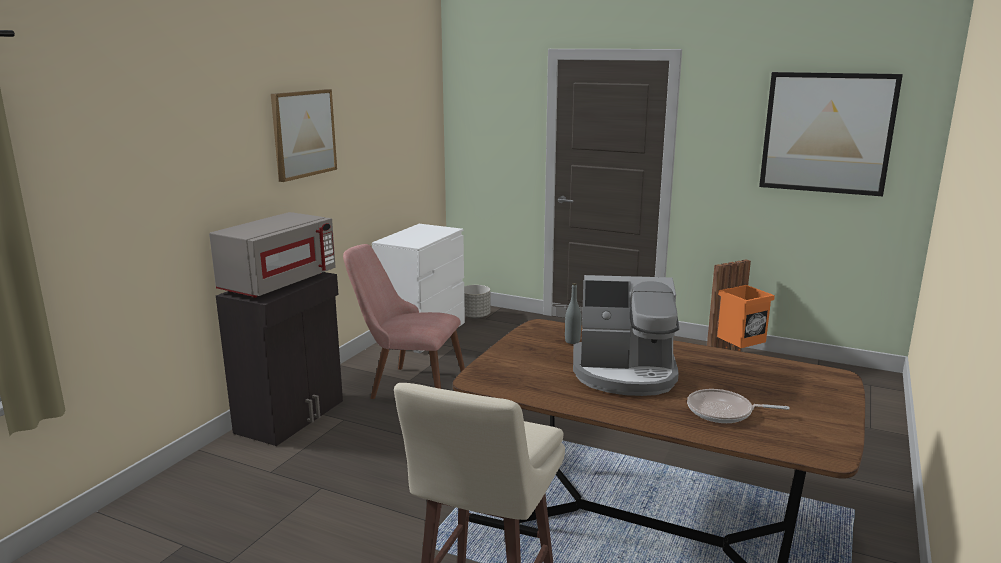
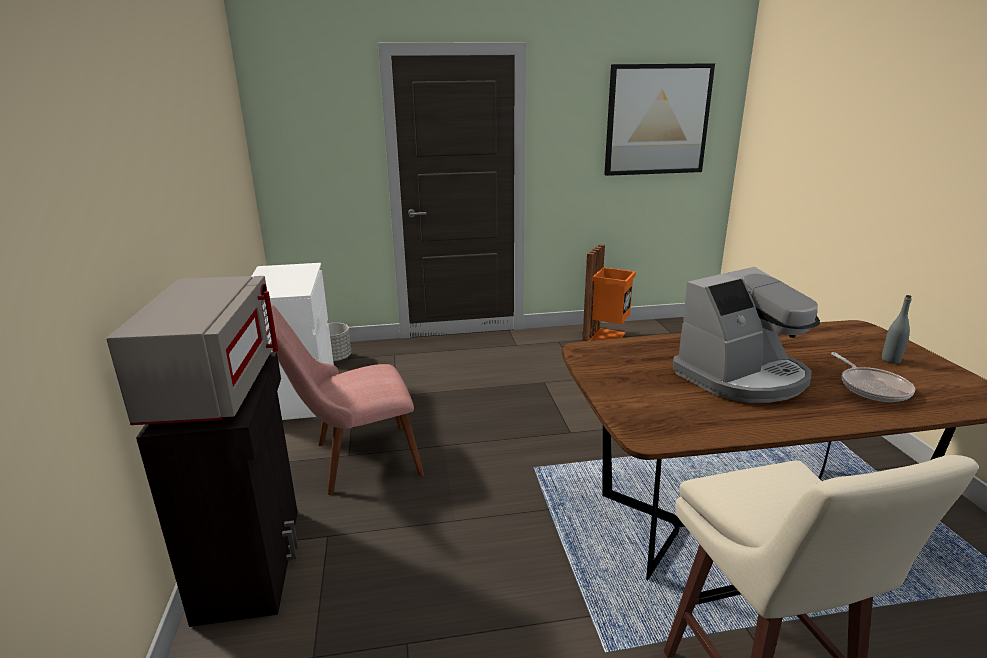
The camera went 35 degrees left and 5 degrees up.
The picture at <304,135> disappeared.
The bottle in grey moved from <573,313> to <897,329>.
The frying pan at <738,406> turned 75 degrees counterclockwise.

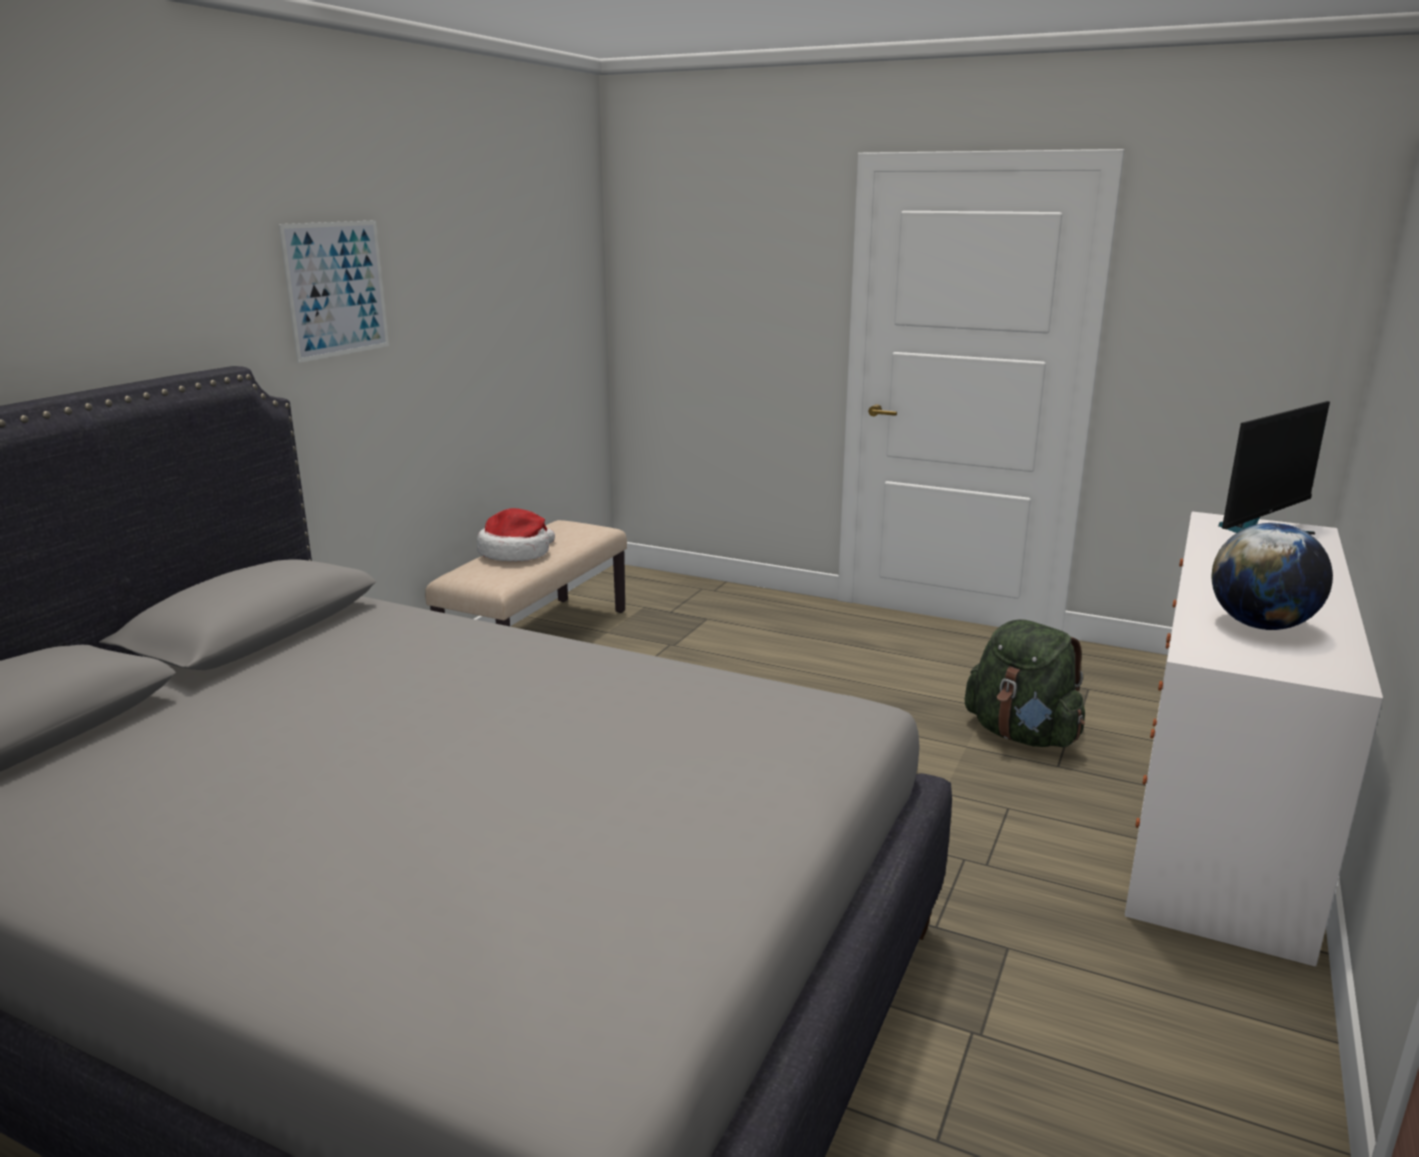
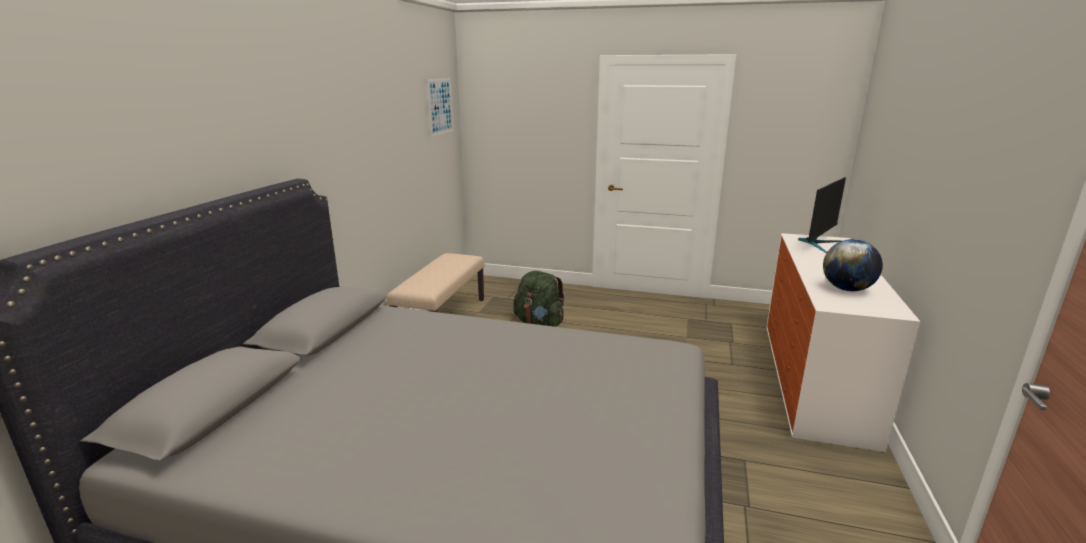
The camera went 10 degrees left and 0 degrees up.
The picture moved from <333,291> to <440,107>.
The hat at <516,534> disappeared.
The backpack in green moved from <1025,683> to <539,299>.

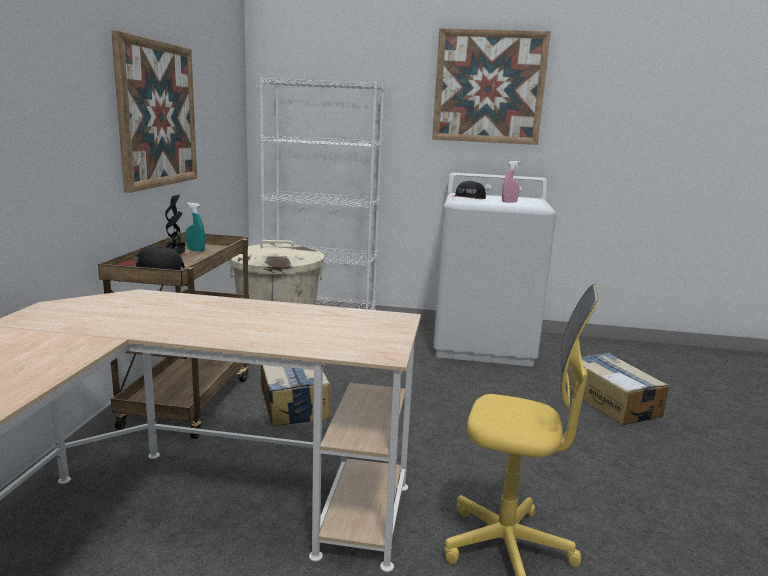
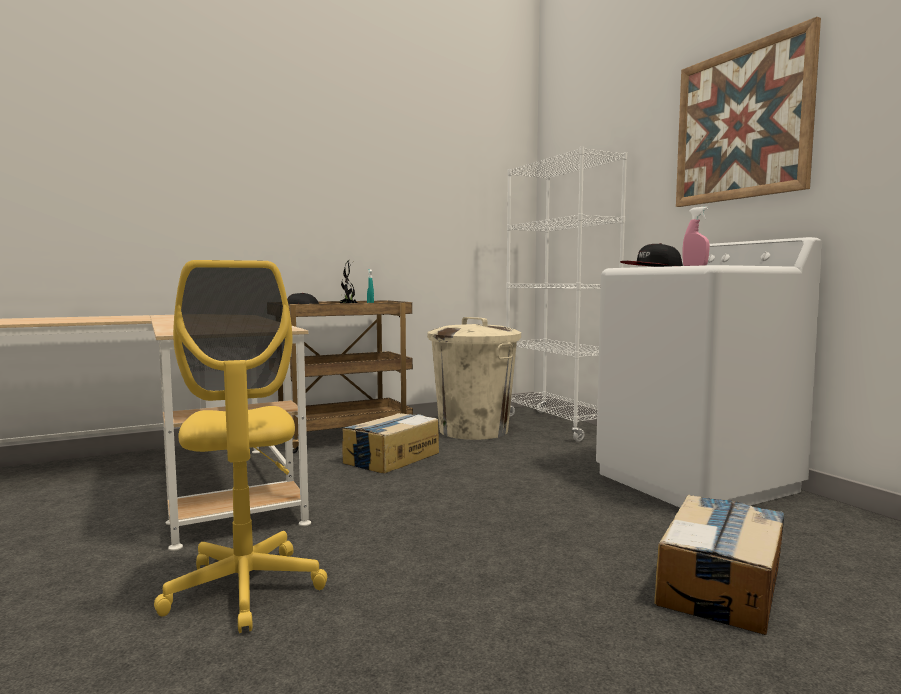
The camera went 55 degrees right and 10 degrees down.
The picture at <154,111> disappeared.

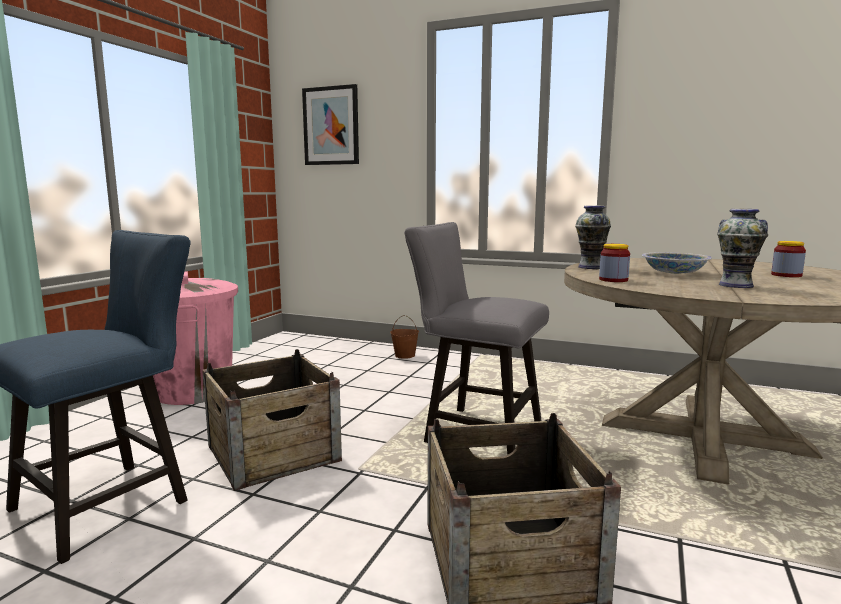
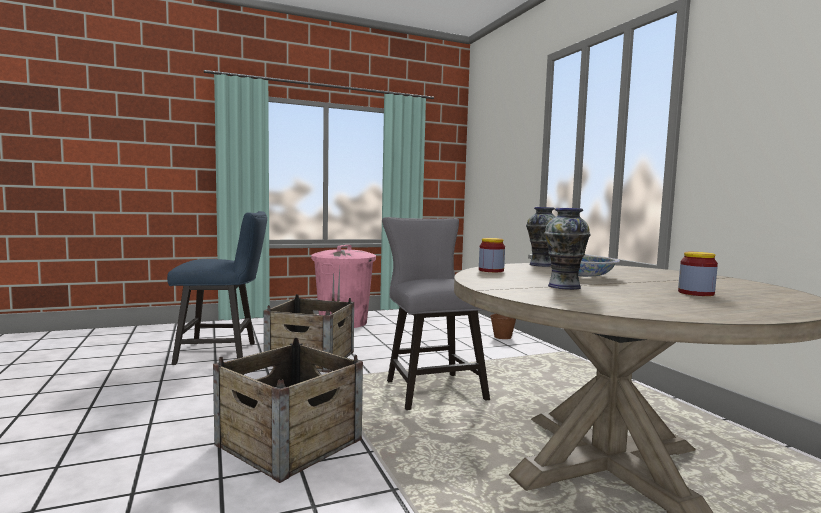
The camera went 45 degrees right and 5 degrees down.
The picture at <330,124> disappeared.

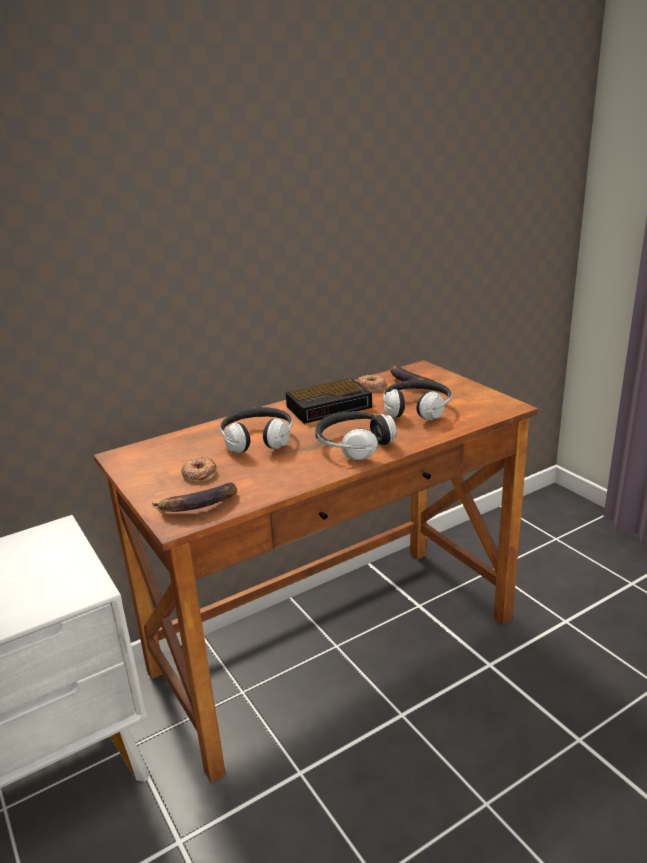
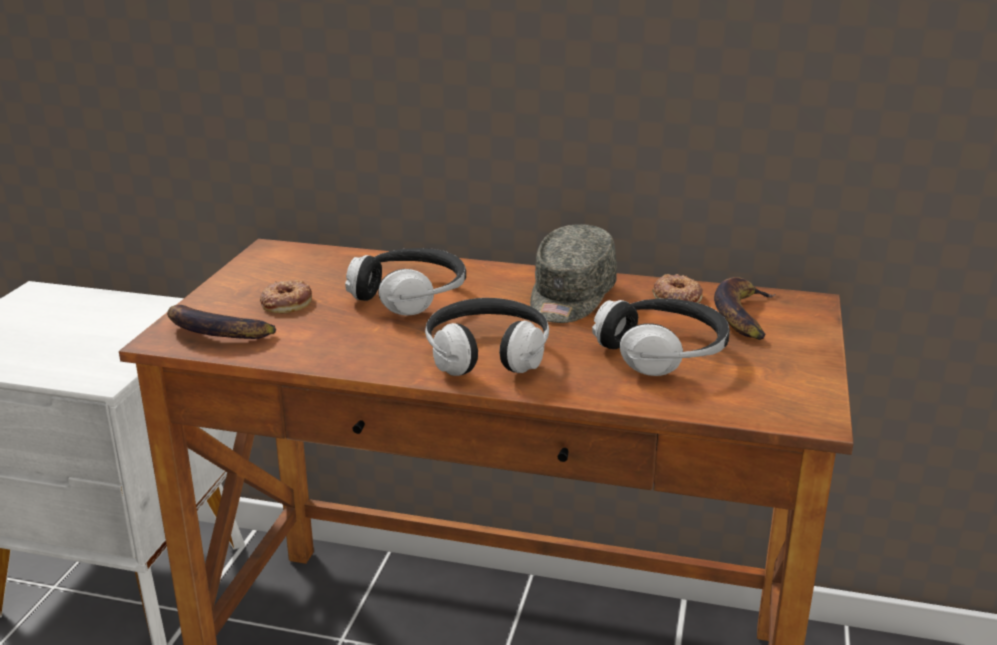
The camera went 45 degrees right and 0 degrees up.
The alarm clock at <329,401> was replaced by the cap in grey at <573,273>.

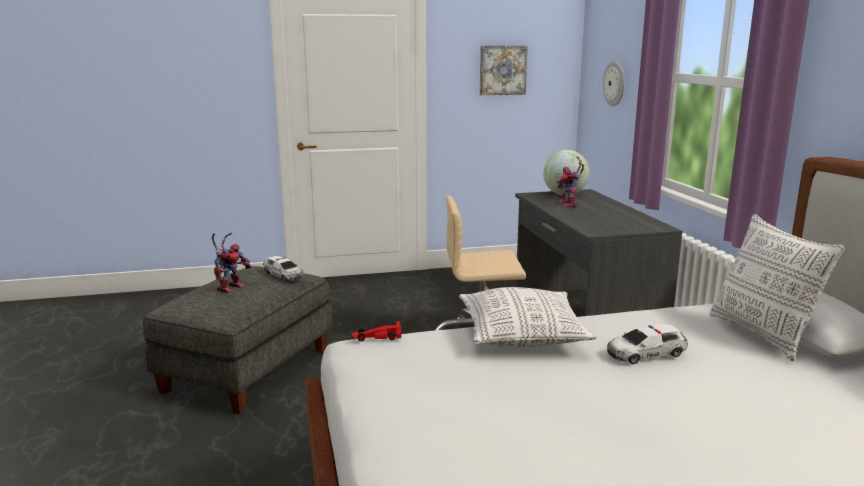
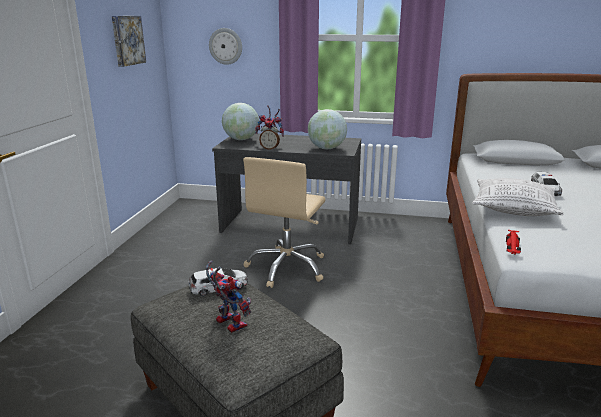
The camera went 65 degrees left and 5 degrees up.
The pillow at <777,287> disappeared.
The globe at <327,129> appeared.
The alarm clock at <269,136> appeared.

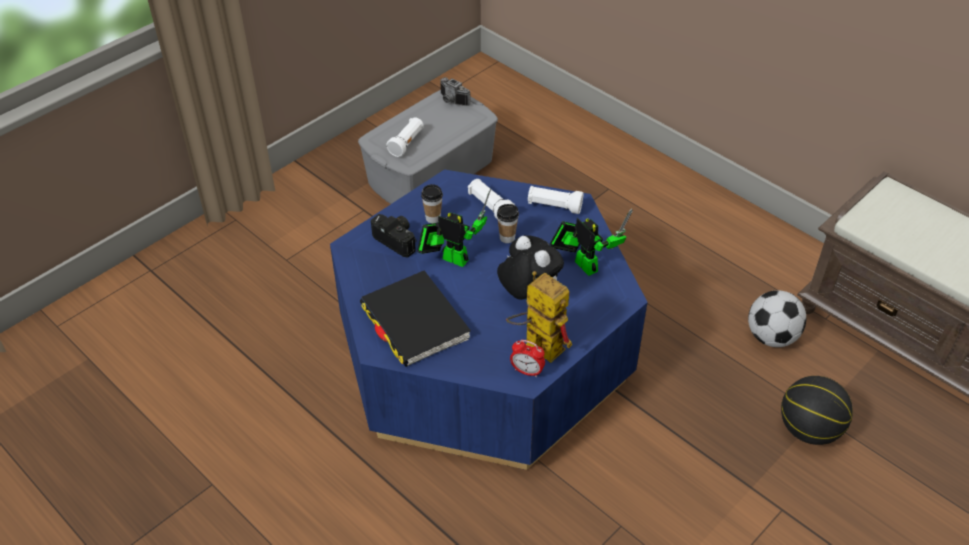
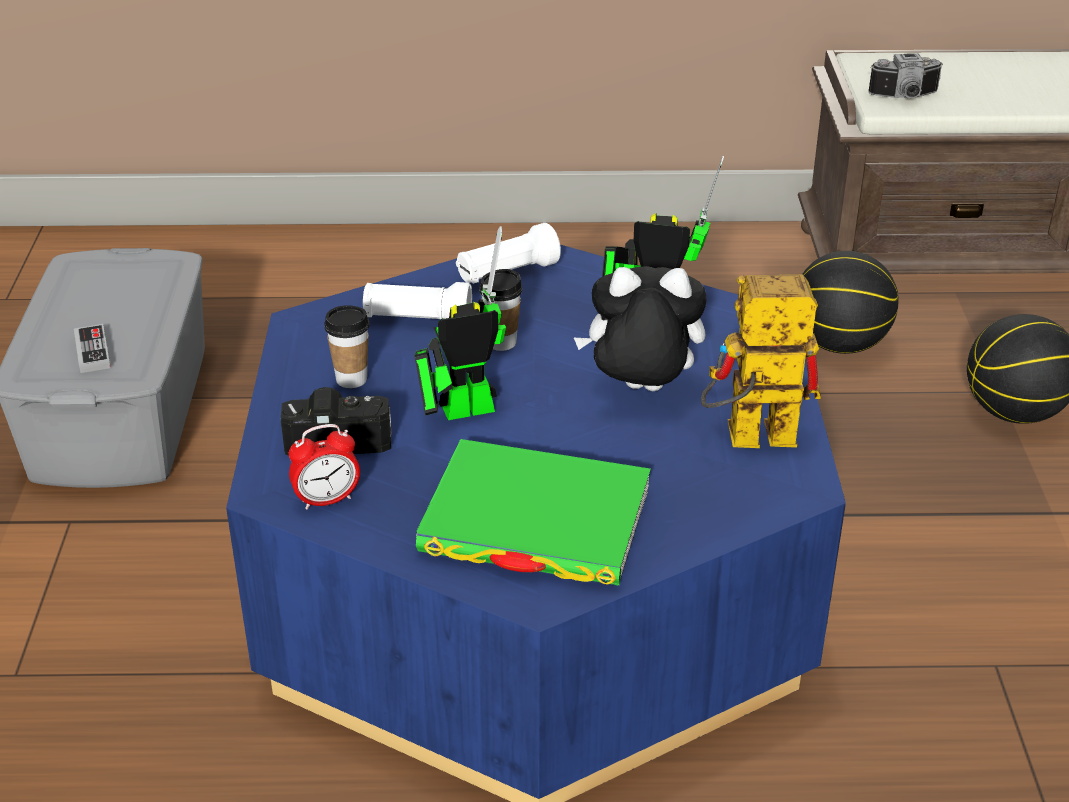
The camera went 45 degrees left and 10 degrees down.
The photo camera moved from <455,91> to <905,75>.
The flashlight in white at <405,137> was replaced by the game controller at <92,348>.
The book in black at <415,318> became the book in green at <533,512>.
The football at <777,318> was replaced by the basketball at <850,302>.
The alarm clock moved from <527,358> to <324,467>.

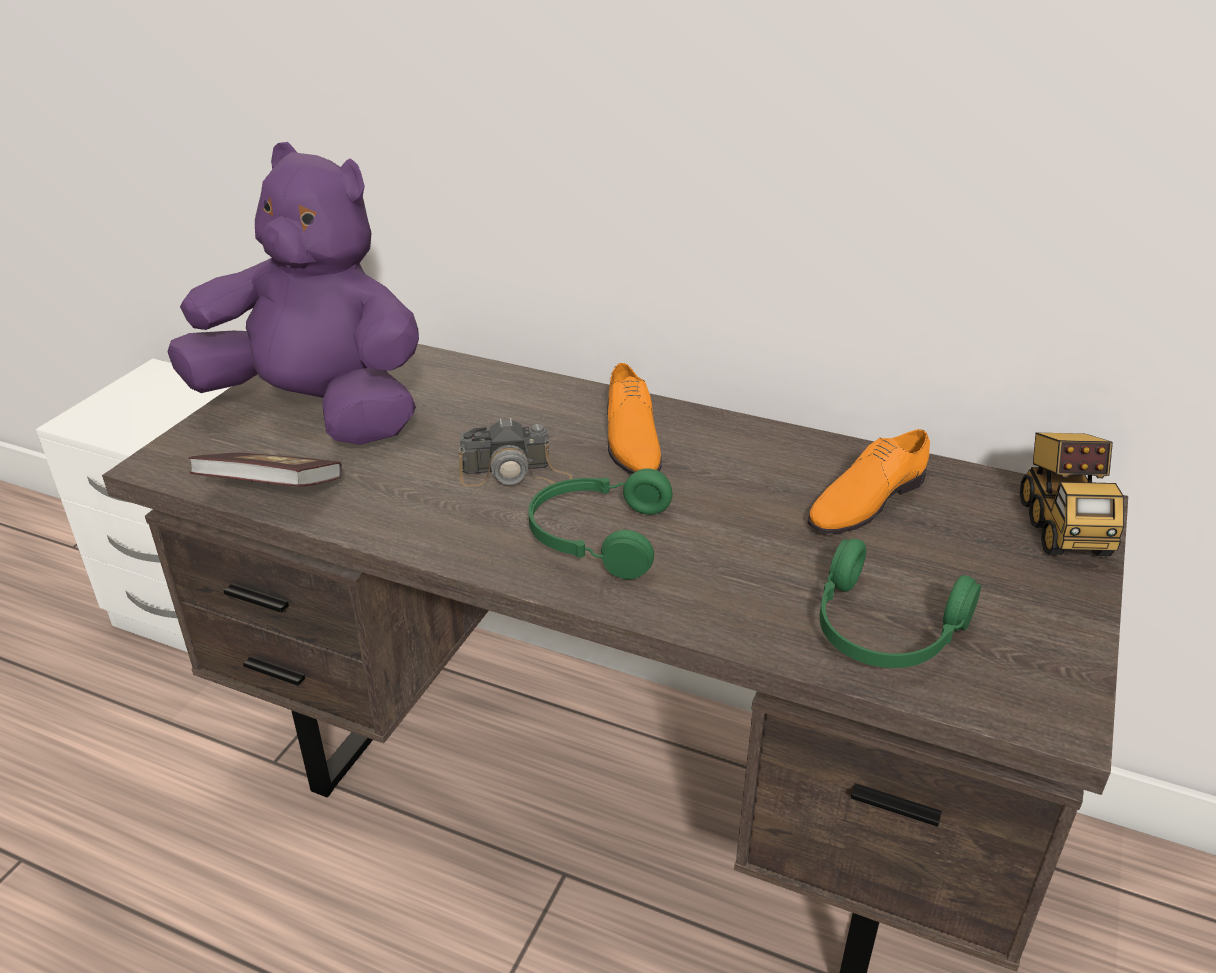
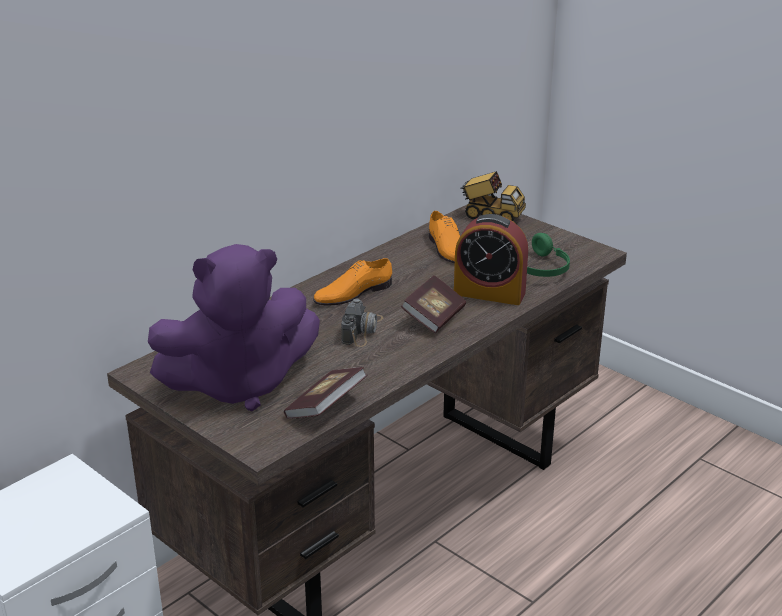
The camera went 70 degrees left and 5 degrees down.
The plush toy in purple at <293,293> turned 150 degrees counterclockwise.
The shoe in orange at <635,418> turned 135 degrees clockwise.
The headphones in green at <600,523> was replaced by the book at <433,304>.
The alarm clock at <491,259> appeared.

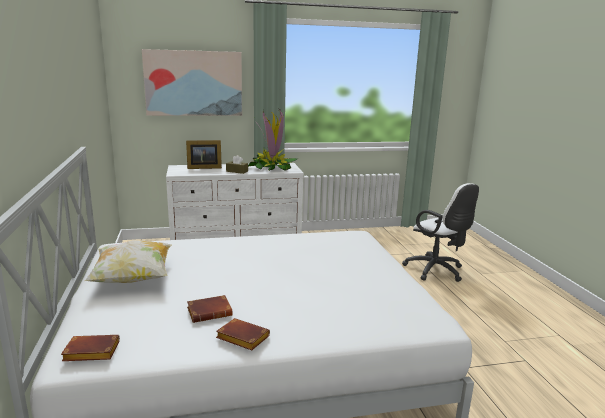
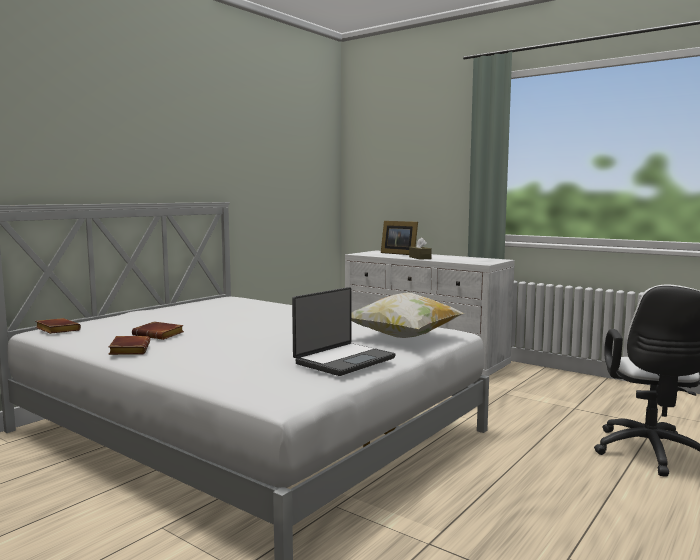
The camera went 50 degrees right and 10 degrees down.
The picture at <192,82> disappeared.
The potted plant at <273,139> disappeared.
The pillow moved from <128,261> to <407,315>.
The laptop at <343,331> appeared.

